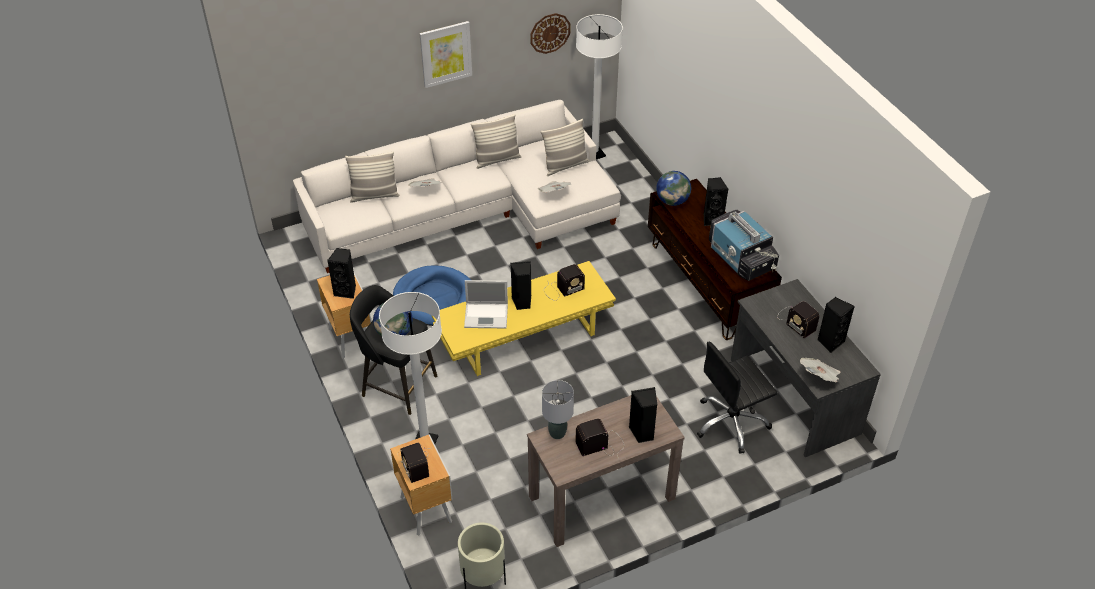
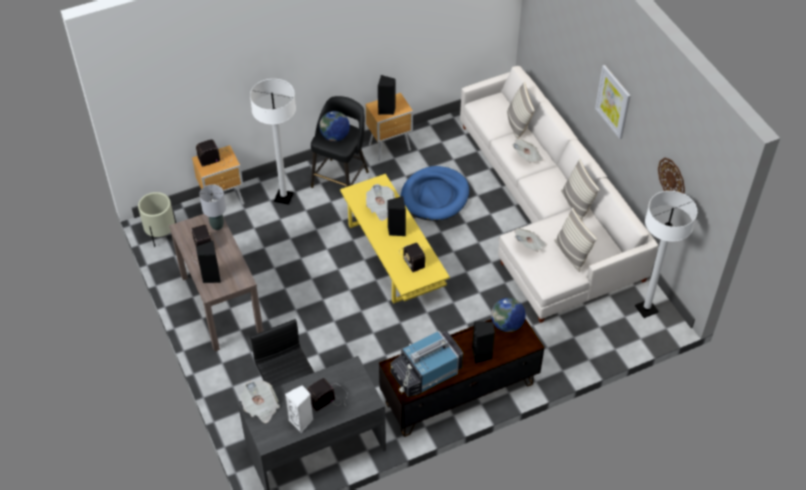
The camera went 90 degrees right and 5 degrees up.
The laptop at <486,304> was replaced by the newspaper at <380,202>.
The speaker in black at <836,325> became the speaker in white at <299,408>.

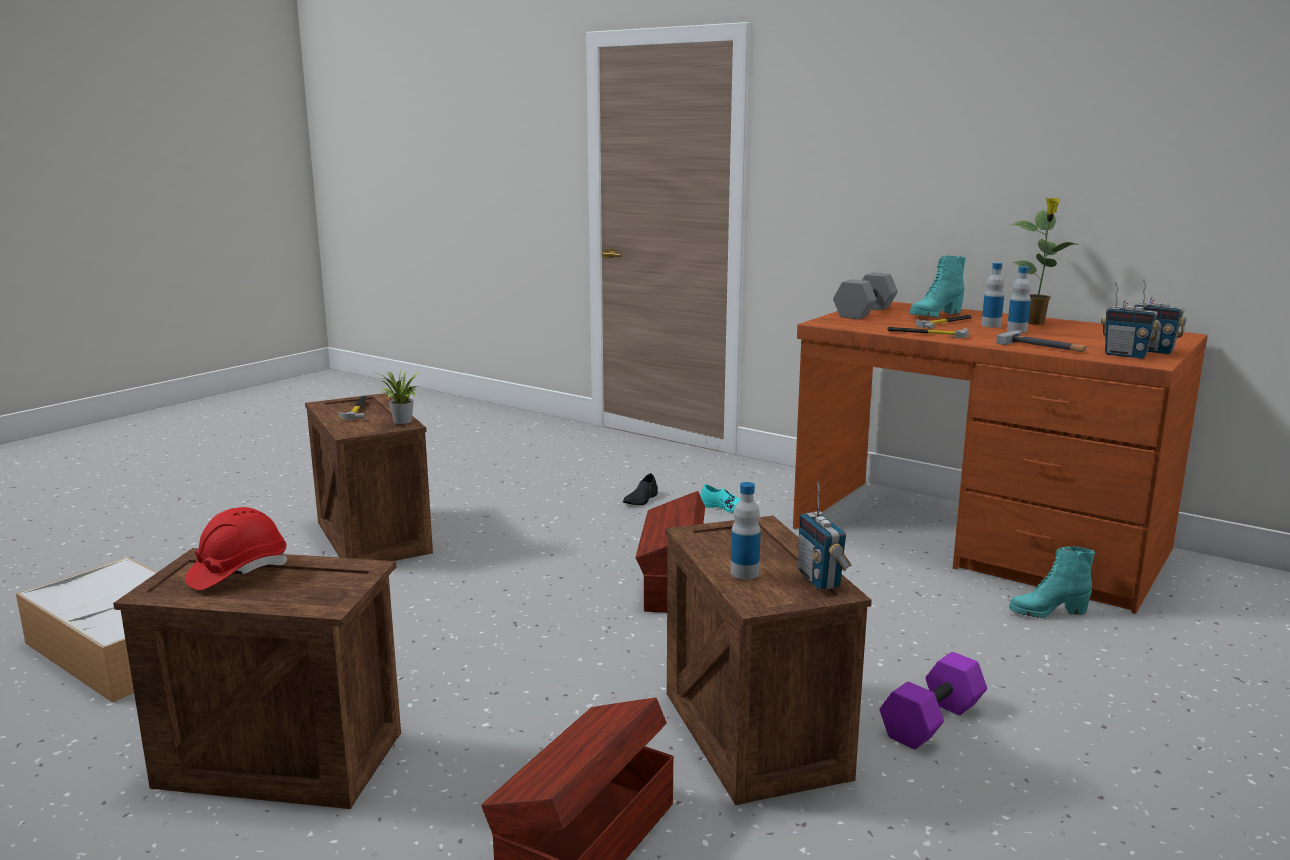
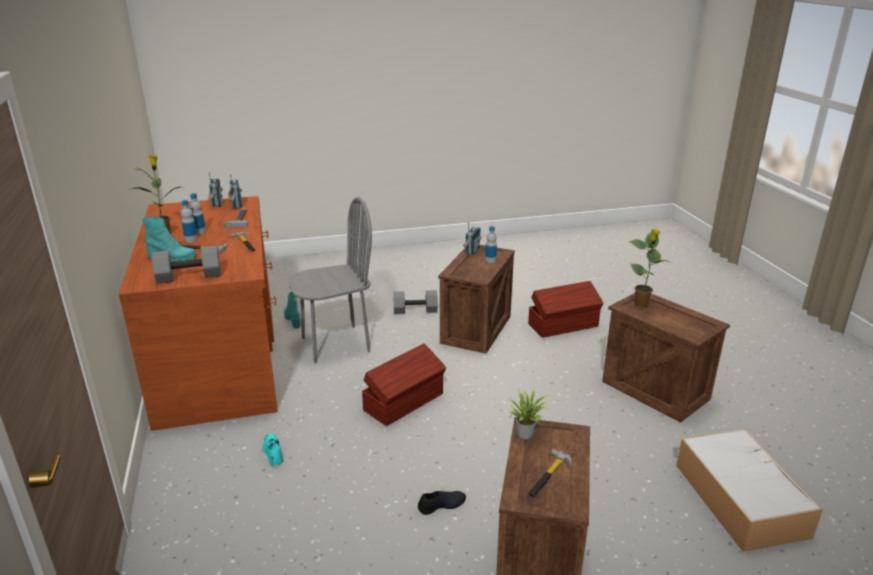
The camera went 140 degrees left and 10 degrees up.
The shoe in black moved from <640,489> to <442,503>.
The hard hat in red at <236,548> disappeared.
The boot in turquoise at <1052,582> turned 150 degrees counterclockwise.
The dumbbell in purple at <933,700> became the dumbbell in grey at <415,302>.
The chair in grey at <329,280> appeared.
The potted plant at <648,268> appeared.

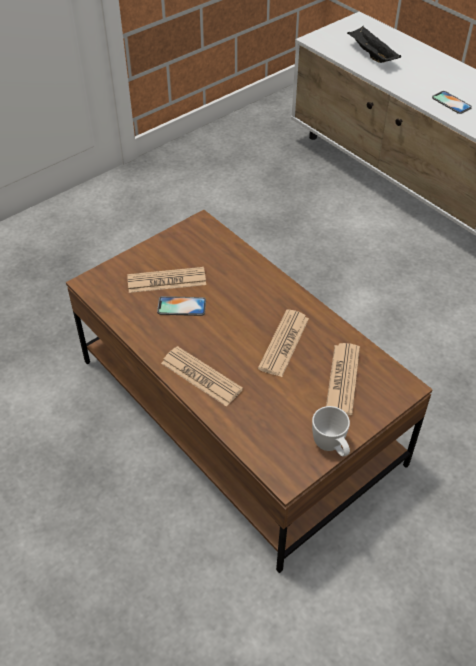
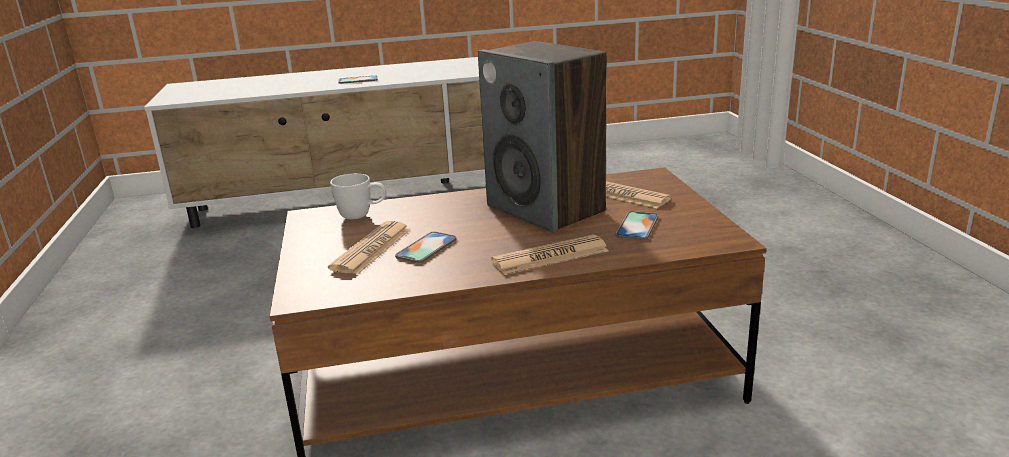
The camera went 60 degrees left and 25 degrees down.
The tray in black at <374,44> disappeared.
The newspaper at <283,343> was replaced by the speaker at <542,137>.
The mug in white moved from <331,431> to <358,196>.
The phone at <637,225> appeared.

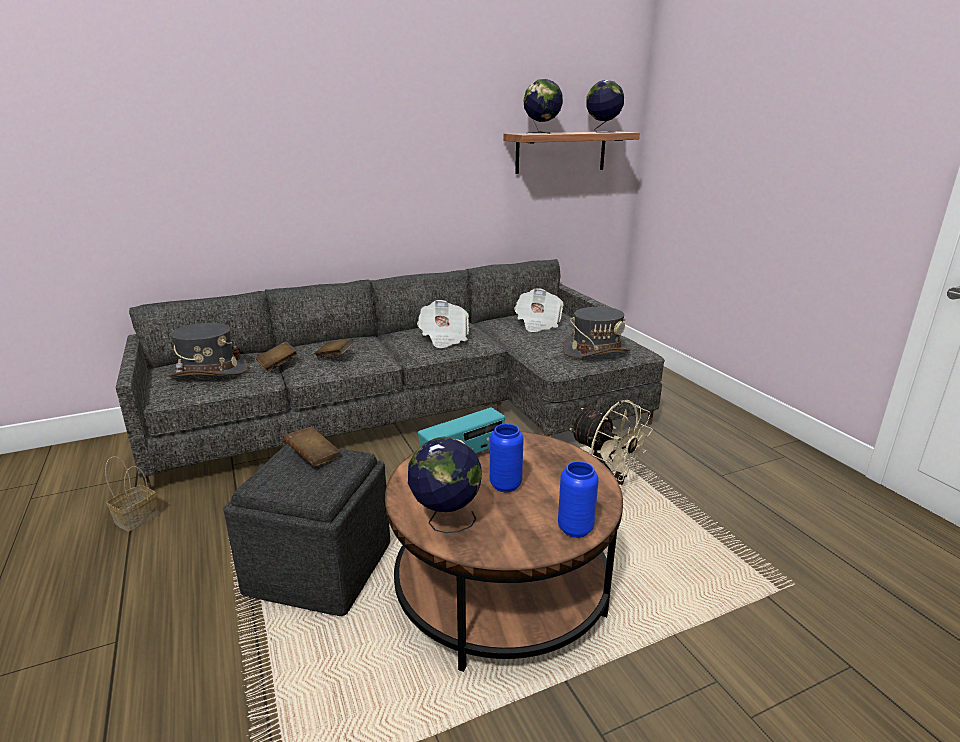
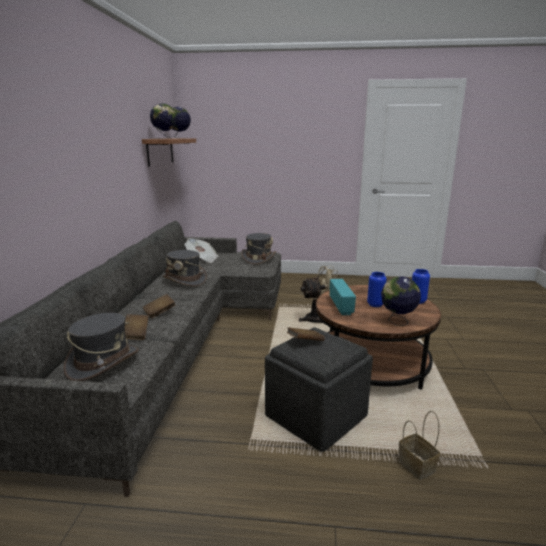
The camera went 60 degrees left and 5 degrees down.
The newspaper at <443,324> was replaced by the hat in grey at <185,268>.
The basket moved from <132,494> to <419,445>.

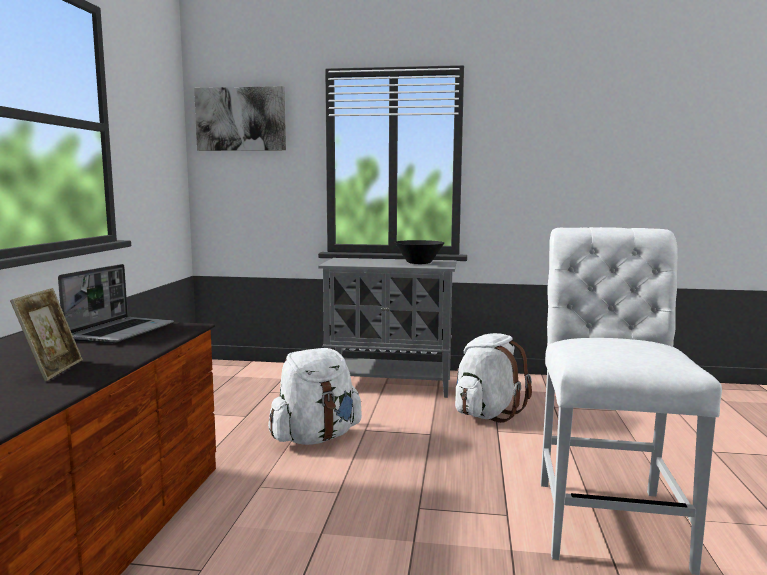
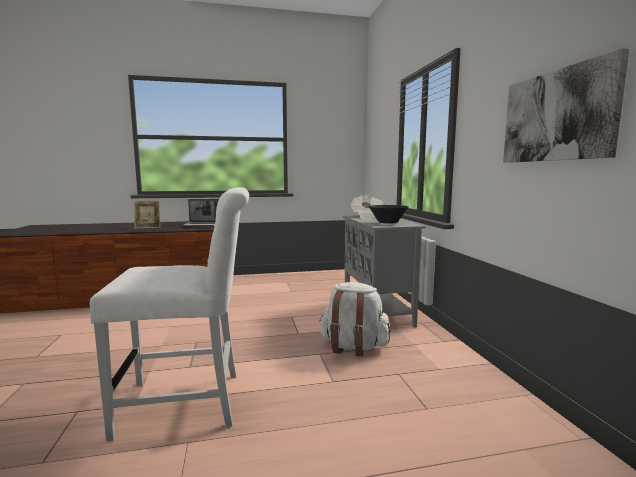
The camera went 70 degrees right and 0 degrees up.
The picture moved from <240,118> to <566,105>.
The backpack in white at <315,396> disappeared.
The newspaper at <367,207> appeared.

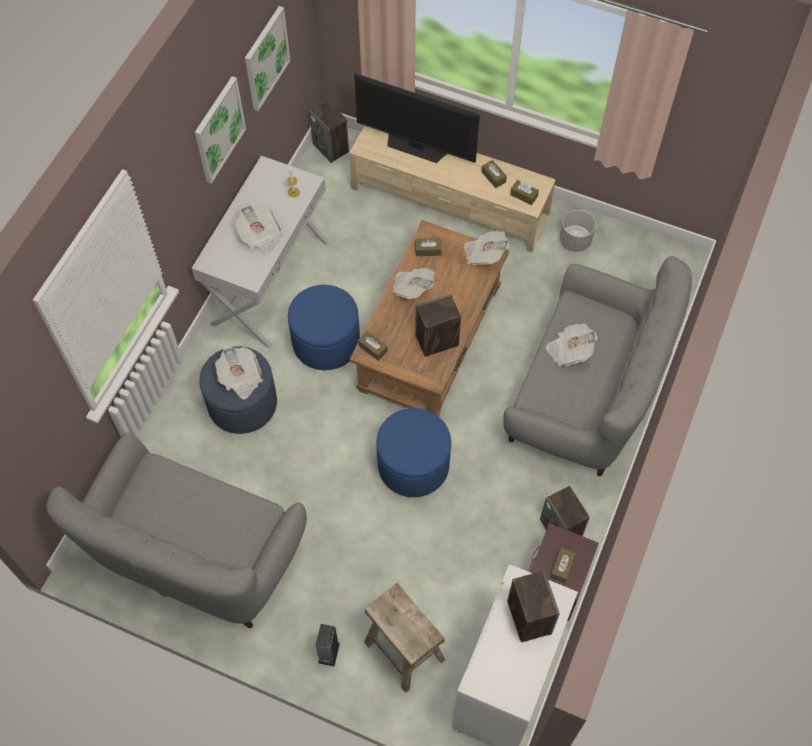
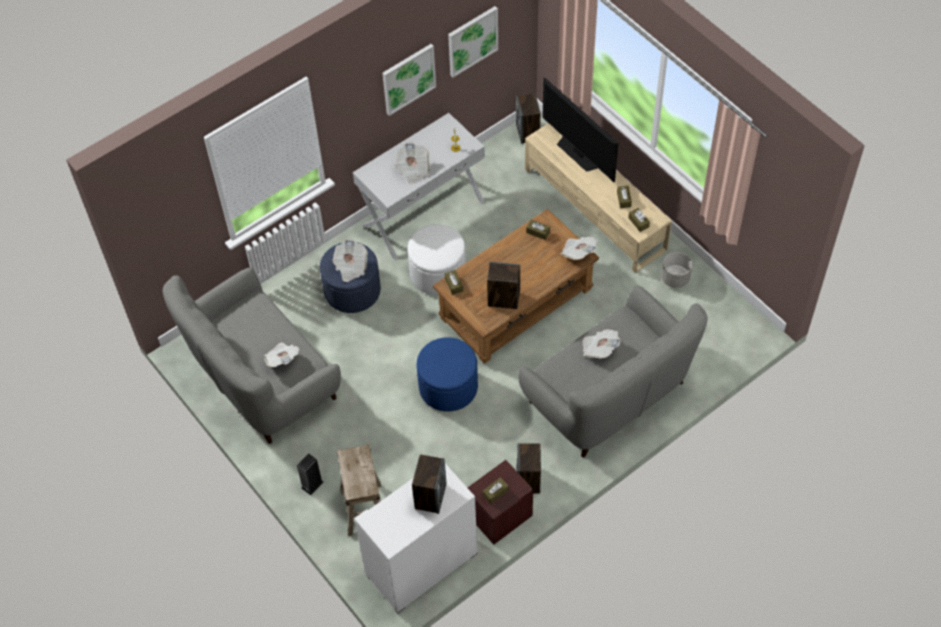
The camera went 30 degrees right and 5 degrees down.
The newspaper moved from <413,283> to <281,354>.
The ottoman in blue at <324,327> became the ottoman in white at <437,259>.

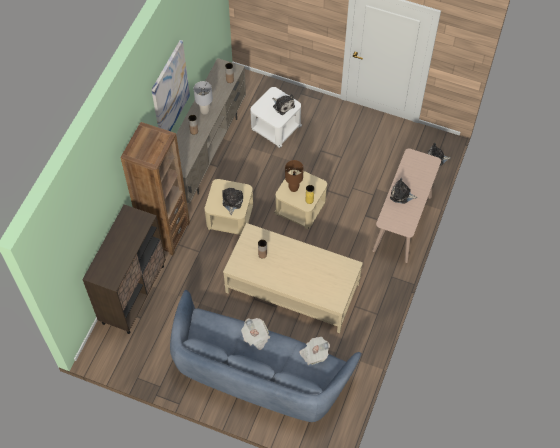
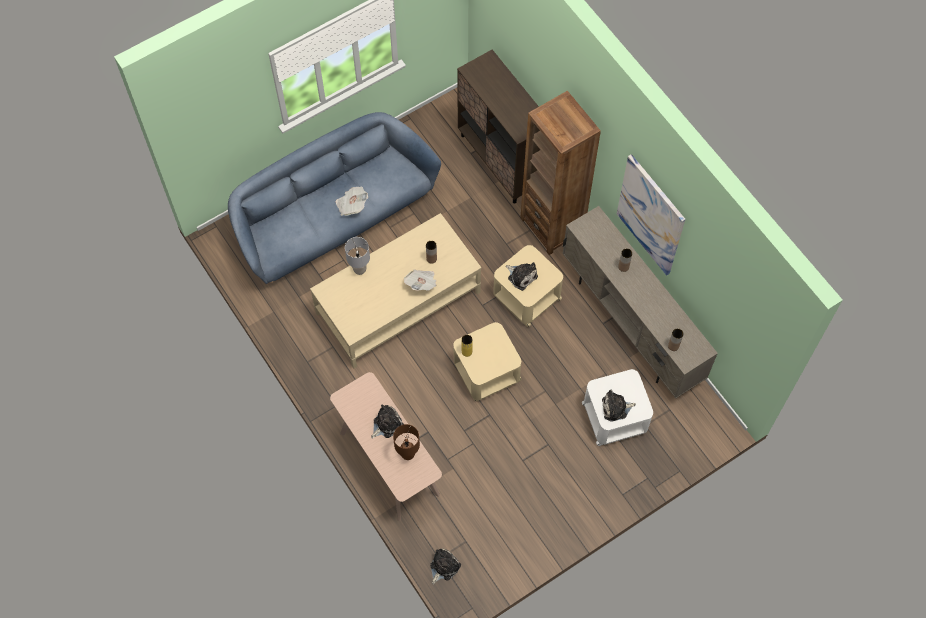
The camera went 125 degrees right and 5 degrees up.
The table lamp in grey moved from <203,98> to <357,256>.
The table lamp in brown moved from <294,176> to <406,442>.
The newspaper moved from <314,351> to <420,280>.

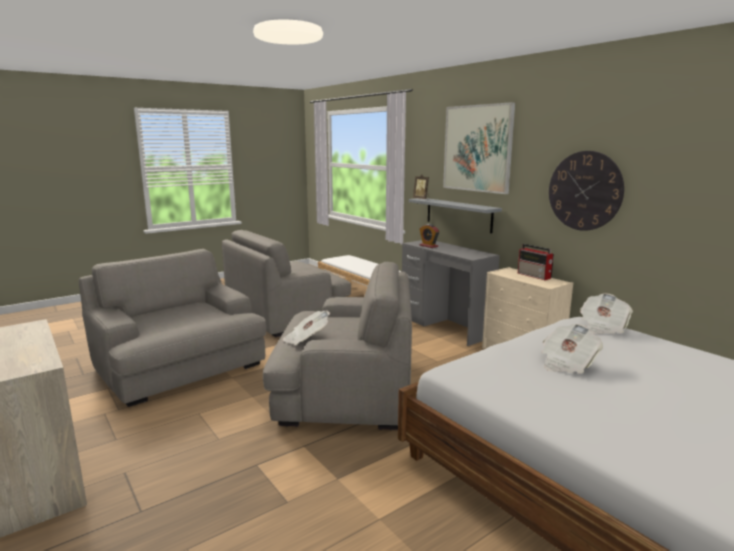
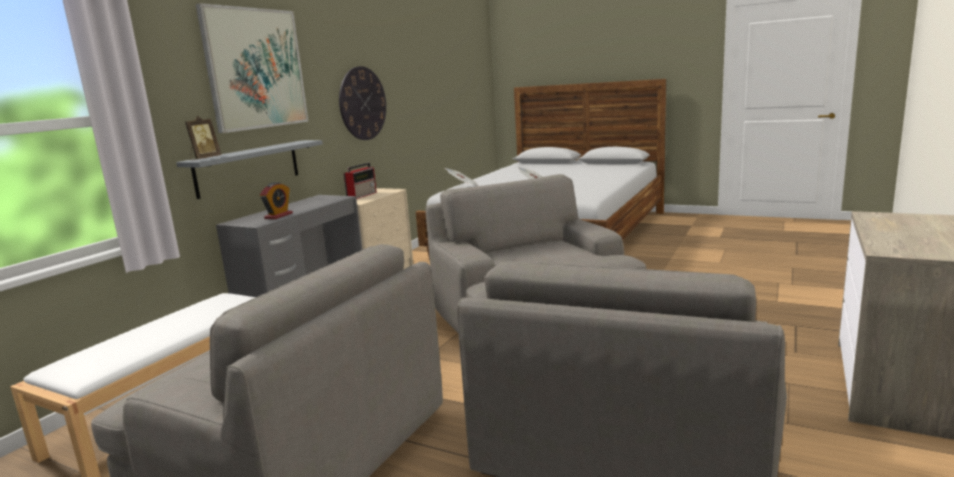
The camera went 115 degrees left and 0 degrees up.
The newspaper at <306,328> disappeared.

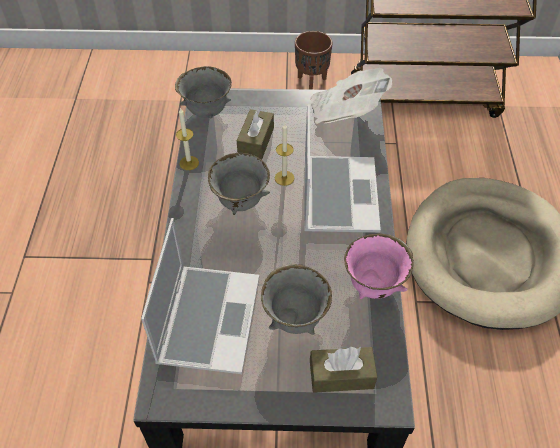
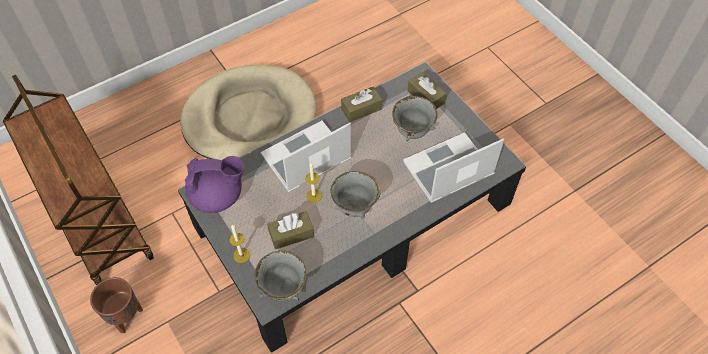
The camera went 125 degrees left and 5 degrees up.
The newspaper at <351,96> was replaced by the teapot in purple at <214,184>.
The candle moved from <187,139> to <239,244>.
The bowl in pink at <379,266> was replaced by the tissue box in brown at <362,104>.

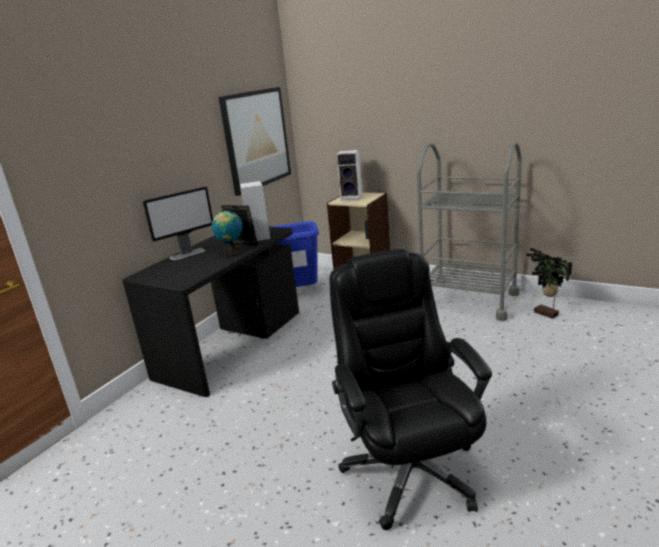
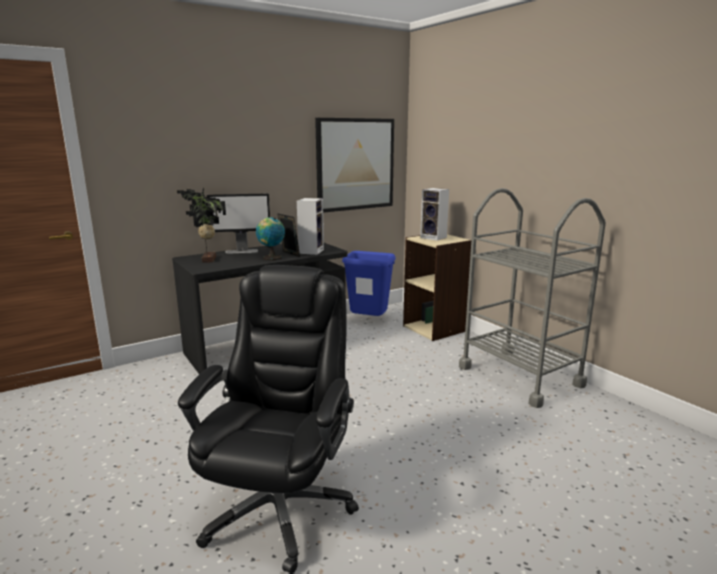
The camera went 25 degrees right and 5 degrees down.
The potted plant moved from <549,283> to <201,225>.

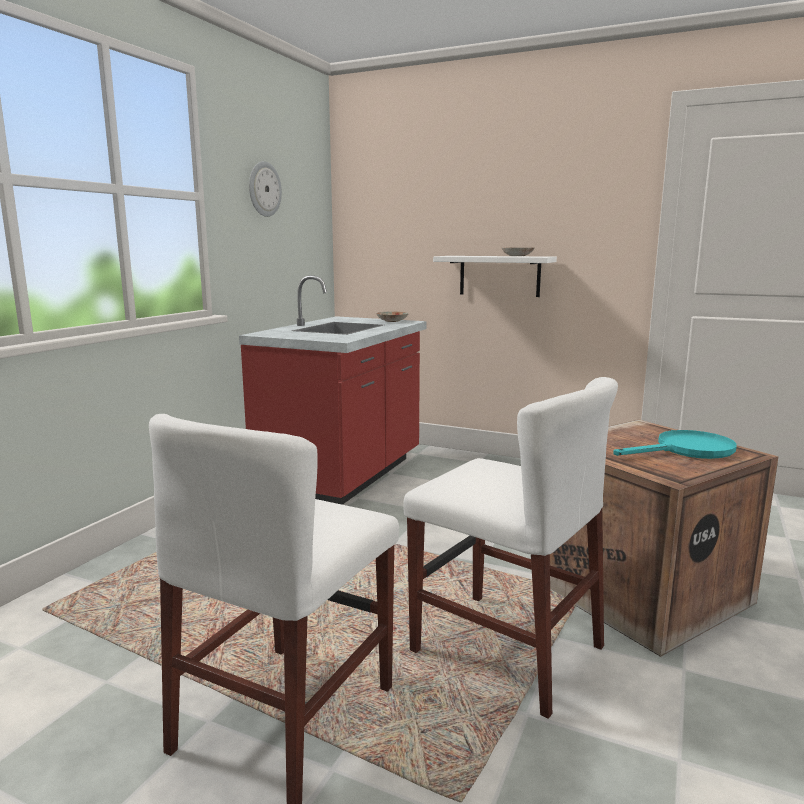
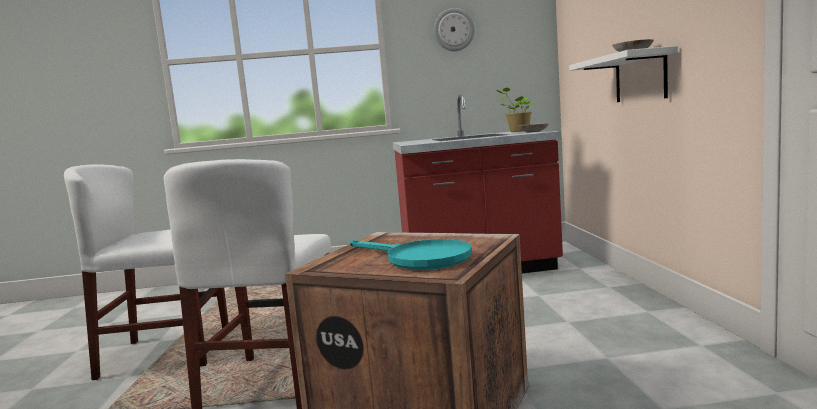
The camera went 60 degrees right and 5 degrees down.
The potted plant at <515,110> appeared.

